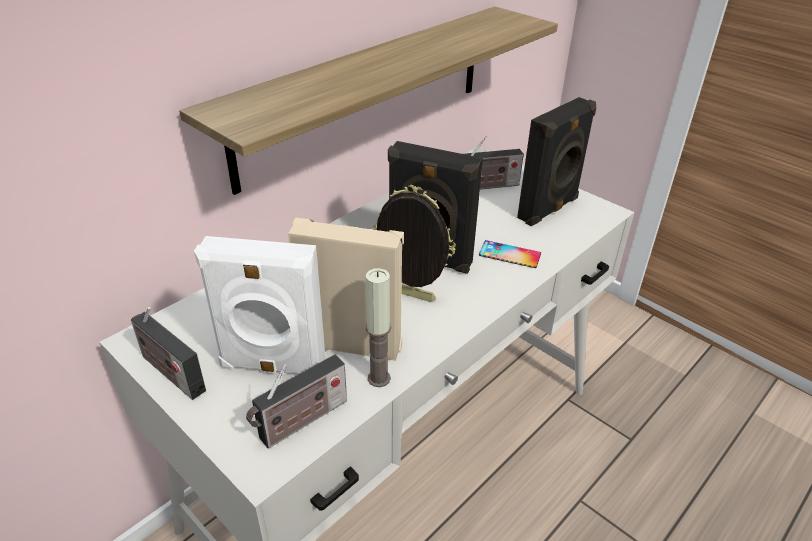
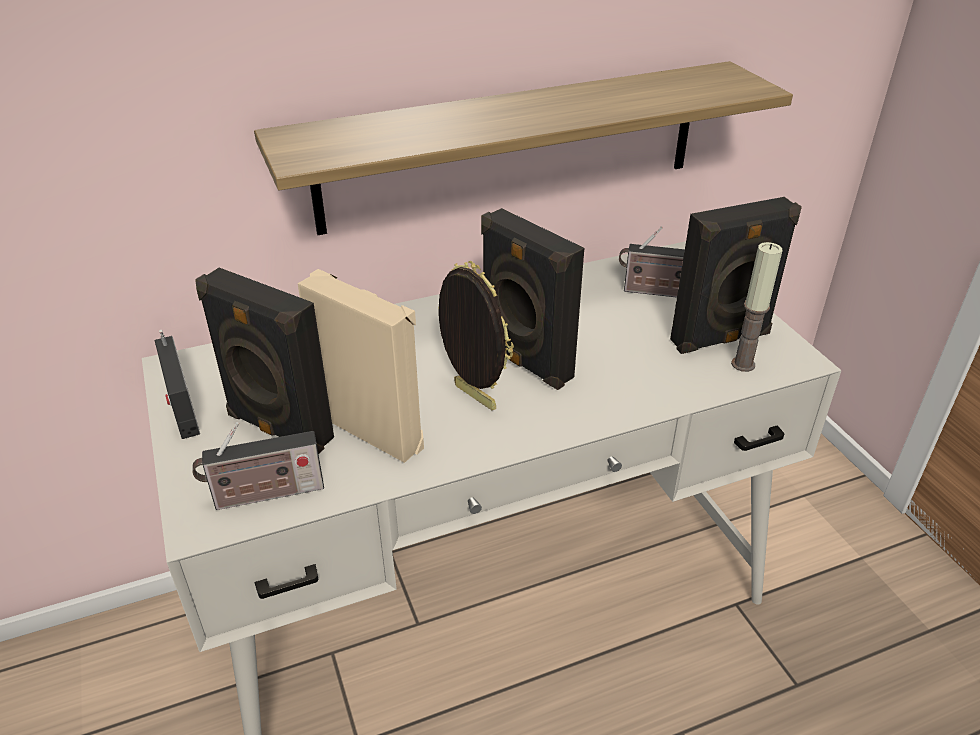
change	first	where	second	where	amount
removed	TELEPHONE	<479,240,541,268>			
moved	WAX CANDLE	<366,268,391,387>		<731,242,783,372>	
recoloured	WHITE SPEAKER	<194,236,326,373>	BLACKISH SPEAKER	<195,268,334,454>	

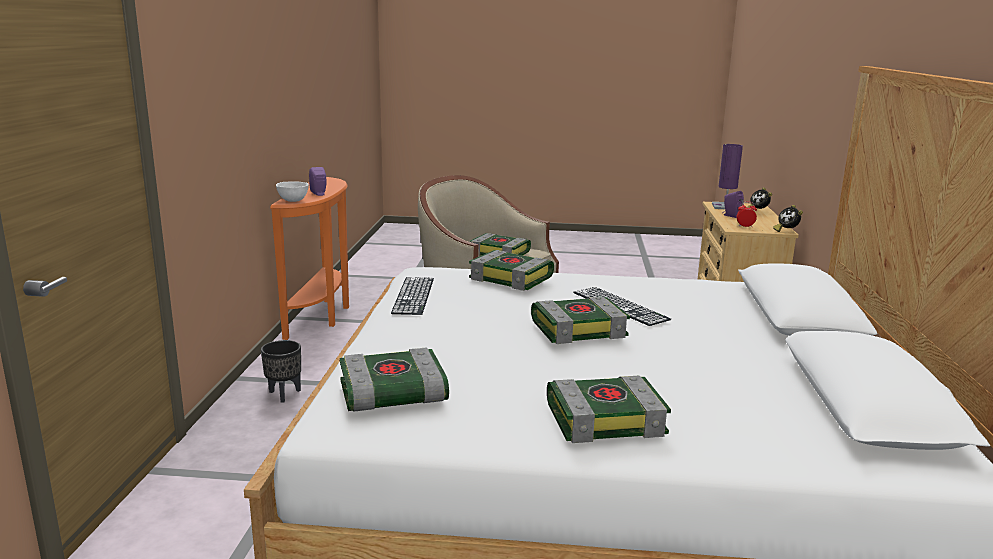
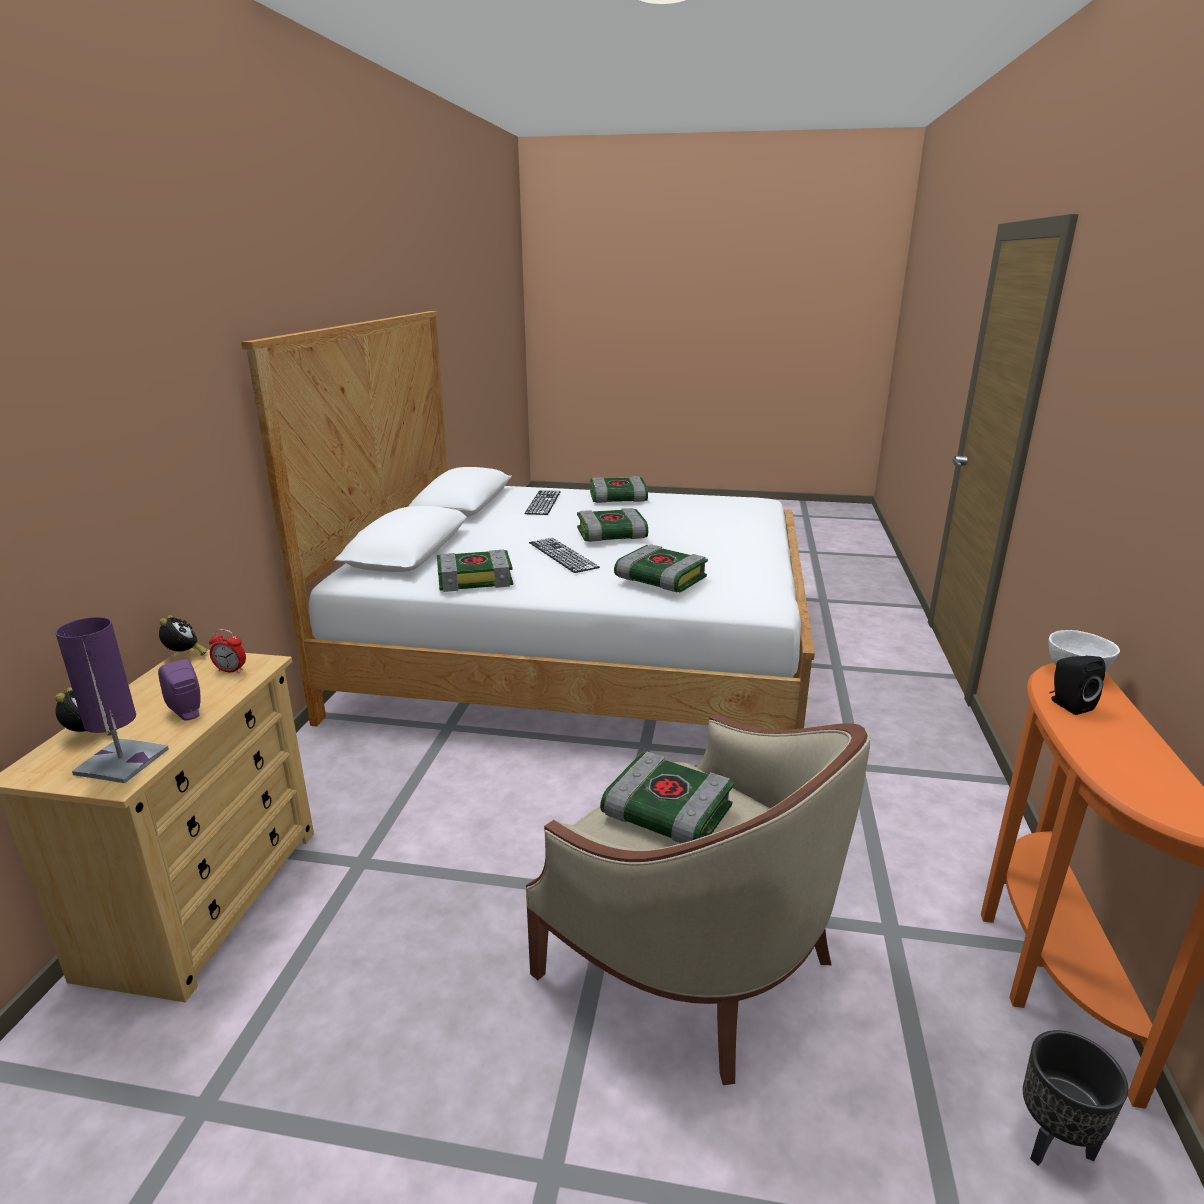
change	first	where	second	where	amount
moved	BLACKISH PLANT POT	<261,340,301,403>		<1023,1030,1129,1166>	
moved	BOUND BOOK	<340,347,449,412>		<437,550,513,592>	
moved	PC KEYBOARD	<391,277,434,315>		<524,490,561,515>	
recoloured	PURPLE-COLOURED SPEAKER	<309,167,327,196>	BLACKISH SPEAKER	<1049,656,1105,715>	

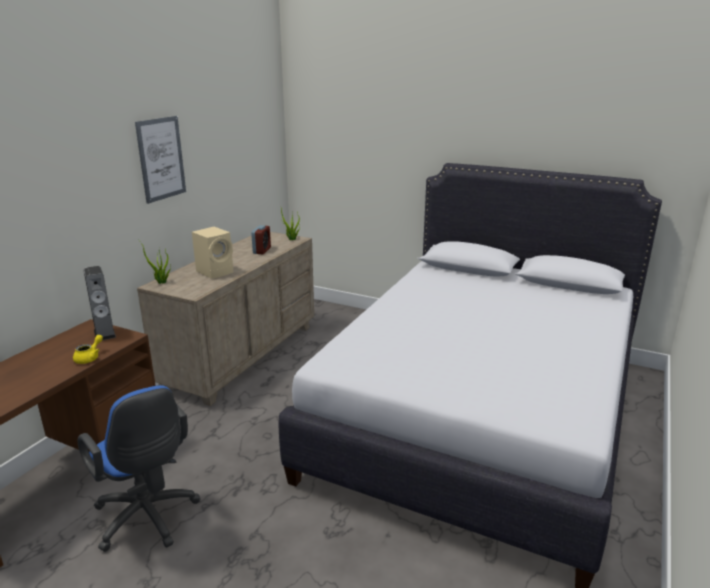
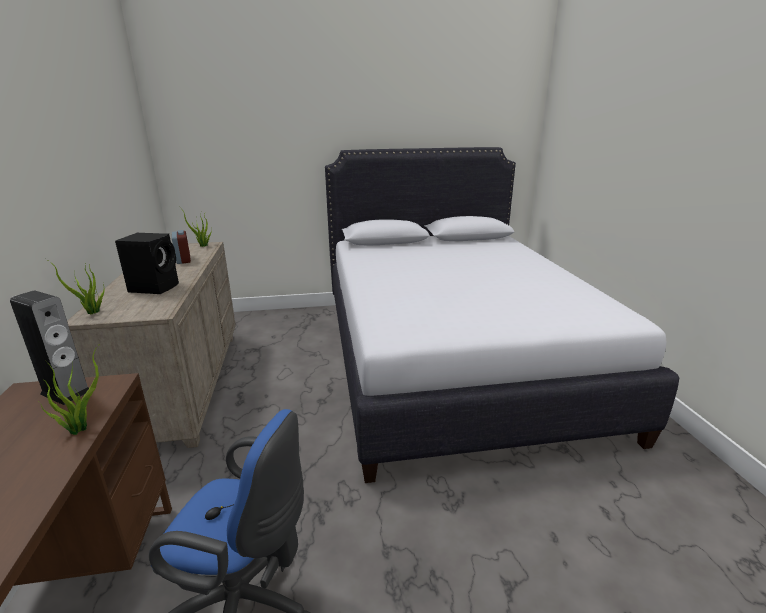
change	first	where	second	where	amount
removed	PICTURE	<135,116,186,204>			
replaced	YELLOW TEAPOT	<73,335,103,364>	HOUSEPLANT	<39,346,99,435>	
recoloured	SAND-COLOURED SPEAKER	<192,227,233,279>	BLACKISH SPEAKER	<115,233,179,294>	

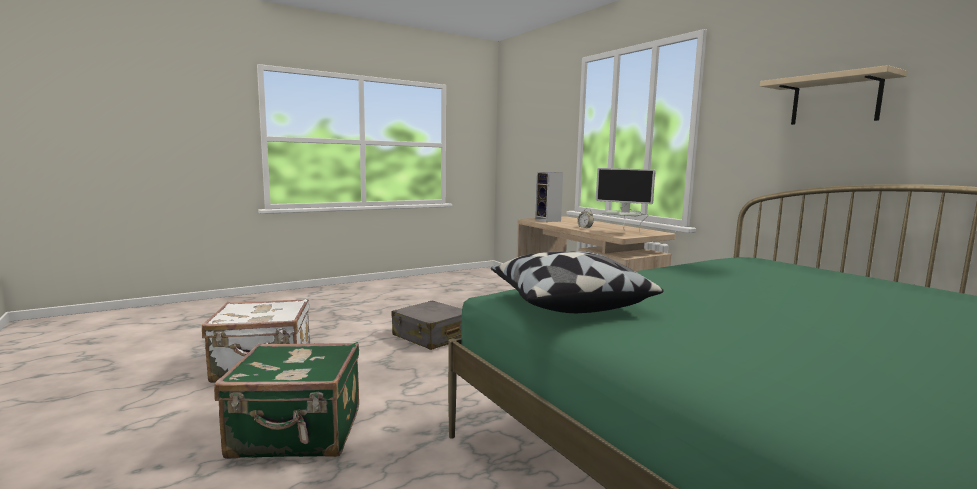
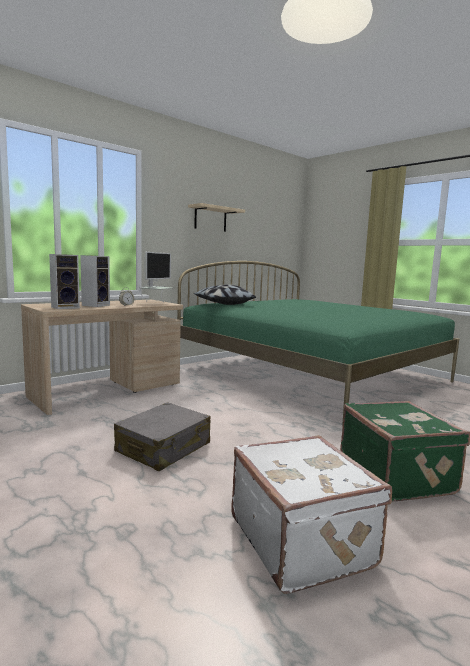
change	first	where	second	where	amount
added			SPEAKER	<80,255,110,307>	
moved	THROW PILLOW	<491,251,663,313>		<194,284,256,305>	

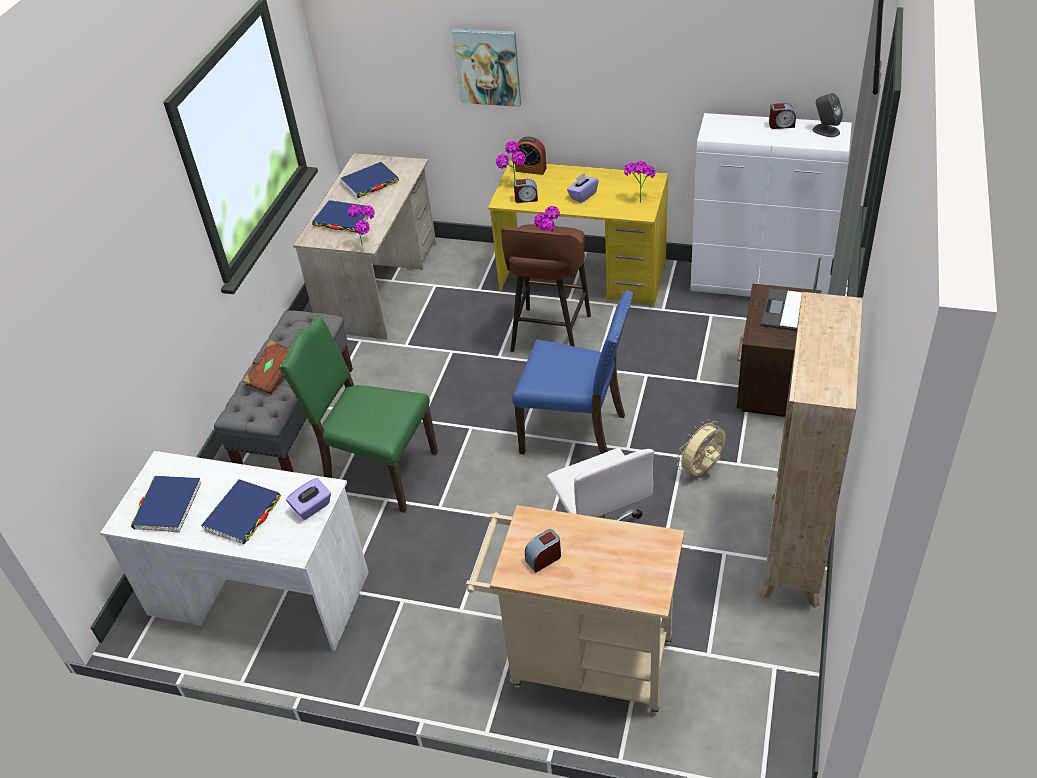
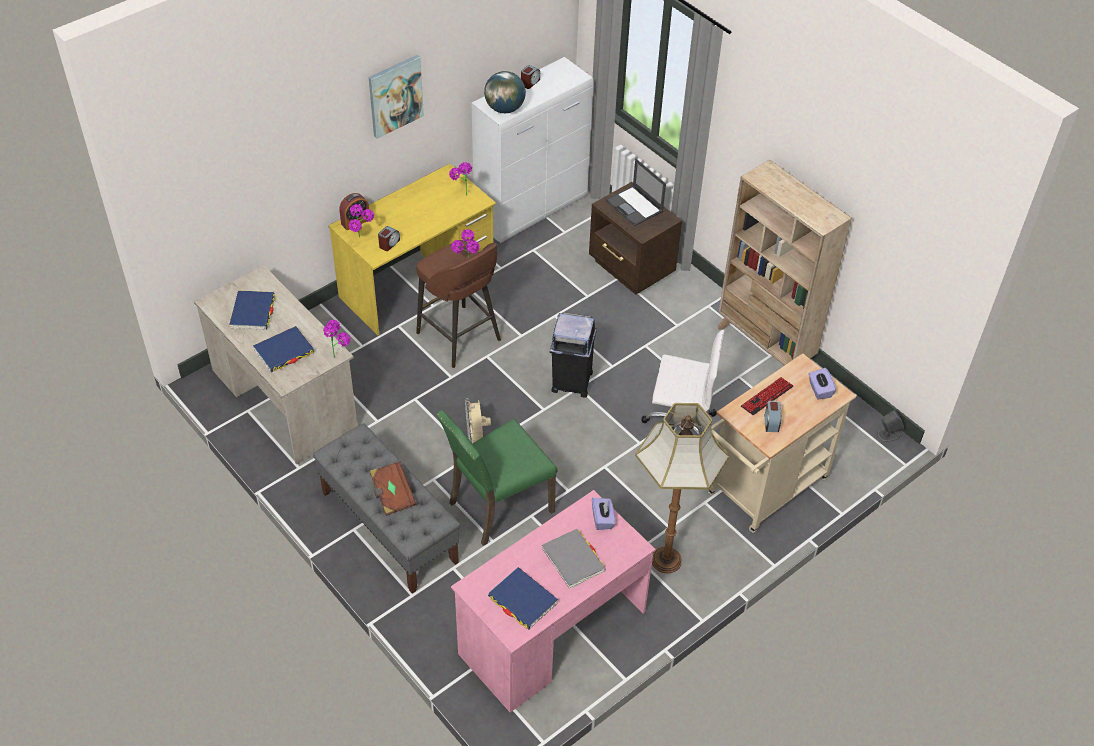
change	first	where	second	where	amount
added			WORLD GLOBE	<484,71,526,113>	
added			FLOOR LAMP	<636,403,729,574>	
added			PC KEYBOARD	<741,377,793,415>	
moved	PICTURE	<452,29,521,107>		<369,55,424,139>	
moved	PURPLE-COLOURED TISSUE HOLDER	<567,173,599,203>		<809,368,836,400>	
moved	SAND-COLOURED ELECTRIC FAN	<677,419,726,476>		<465,398,491,444>	
moved	GRAY SPEAKER	<813,93,843,137>		<877,410,904,442>	
replaced	BLUE PLAIN CHAIR	<512,290,634,455>	BLACKISH RUBBISH BIN	<550,312,597,397>	
recoloured	WHITE DESK UNIT	<100,451,369,651>	PINK-COLOURED DESK UNIT	<451,490,656,713>	
recoloured	BLUE BOUND BOOK	<201,479,281,544>	GRAY BOUND BOOK	<542,529,606,589>	

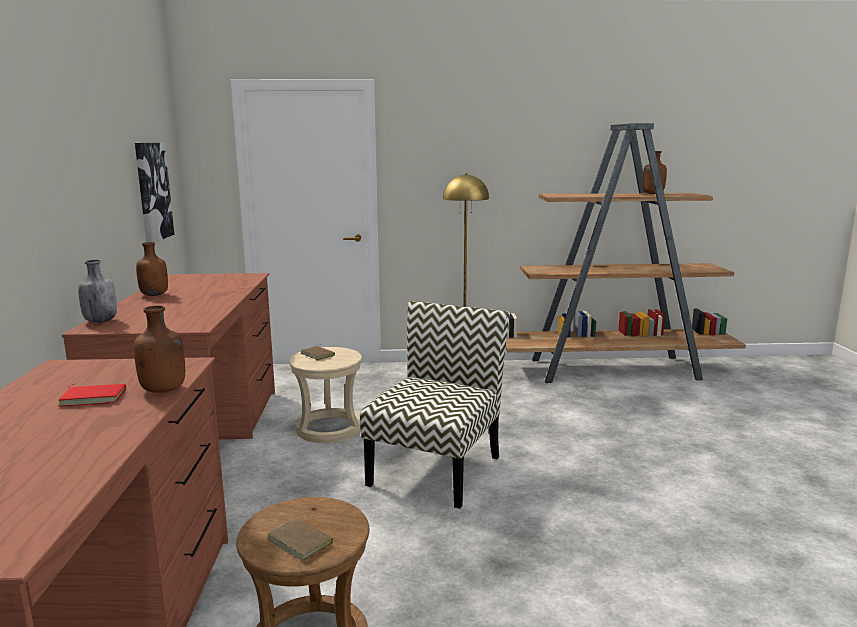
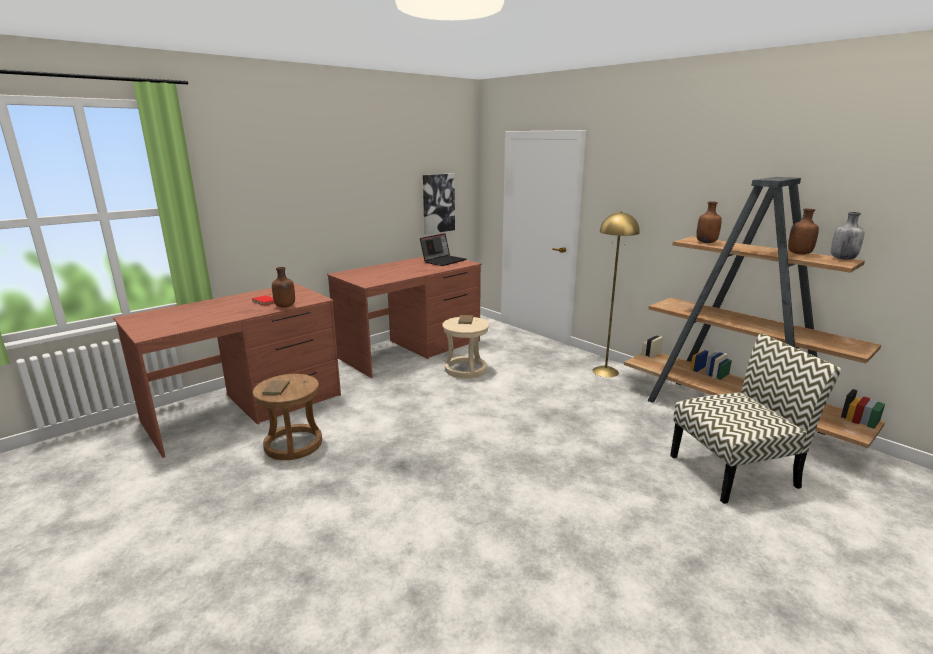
change	first	where	second	where	amount
added			PORTABLE COMPUTER	<420,233,466,266>	
moved	GRAY DRINK BOTTLE	<78,260,117,323>		<831,212,864,260>	
moved	BROWNISH DRINK BOTTLE	<136,242,168,296>		<696,202,722,243>	
moved	PLAIN CHAIR	<360,301,510,509>		<670,334,841,504>	

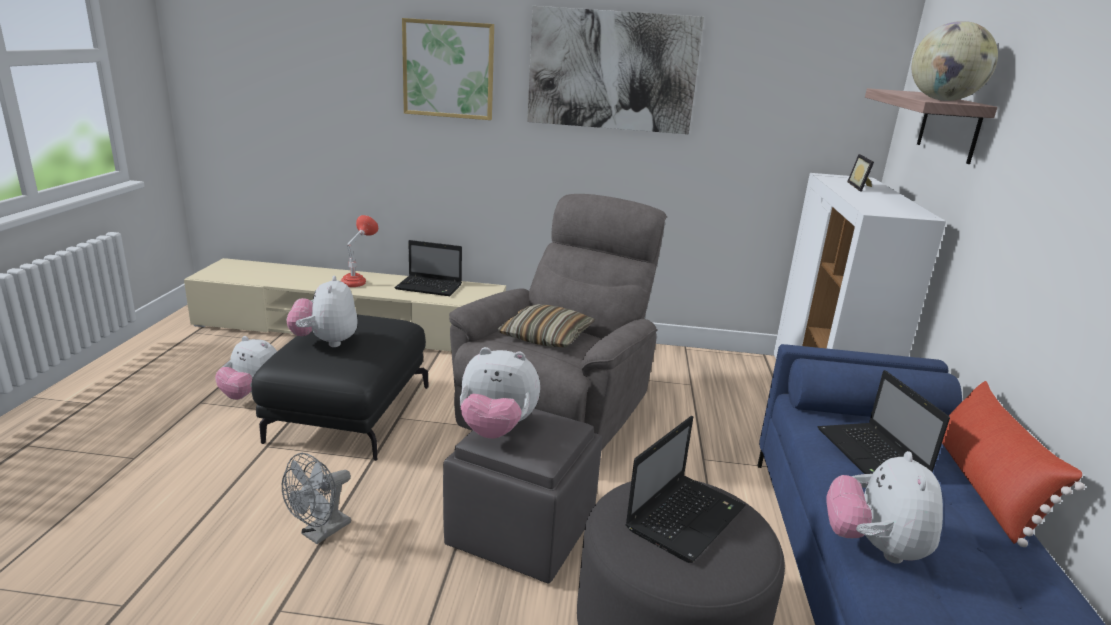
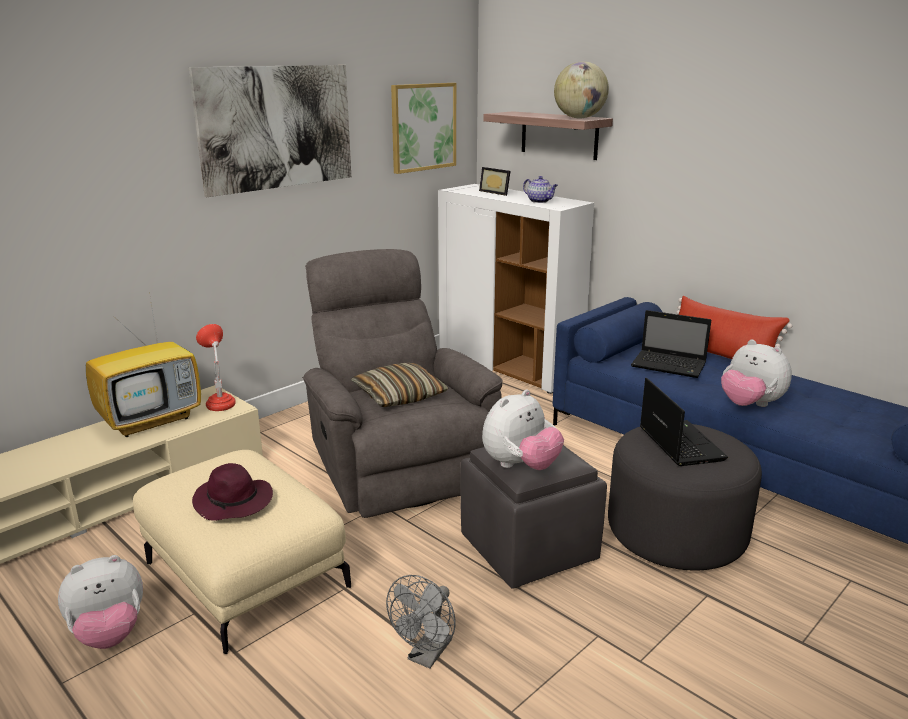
change	first	where	second	where	amount
added			TEAPOT	<523,176,558,203>	
moved	RED-COLOURED TABLETOP LAMP	<341,215,378,287>		<196,324,236,411>	
moved	PICTURE	<402,18,494,120>		<391,83,456,174>	
replaced	SOFT TOY	<287,276,358,347>	PURPLE-COLOURED WEARABLE HAT	<192,463,273,521>	
replaced	PORTABLE COMPUTER	<395,240,462,296>	TELEVISION	<86,299,201,437>	
recoloured	BLACKISH OTTOMAN	<252,314,429,461>	SAND-COLOURED OTTOMAN	<133,450,351,654>	
turned	GRAY ELECTRIC FAN	<282,453,351,544>		<386,575,455,669>	45 degrees clockwise

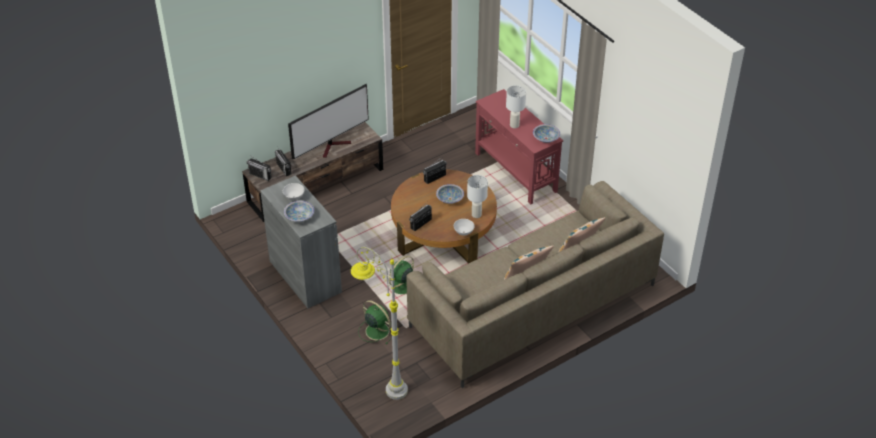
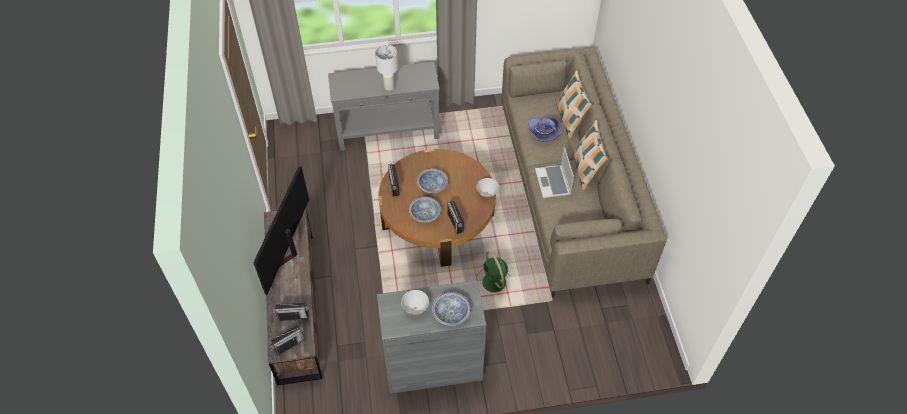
change	first	where	second	where	amount
removed	GRAY FLOOR LAMP	<351,247,408,400>			
removed	GREEN-COLOURED ELECTRIC FAN	<358,300,392,344>			
removed	WHITE TABLETOP LAMP	<467,175,488,218>			
added			PURPLE-COLOURED WEARABLE HAT	<529,118,561,142>	
added			PORTABLE COMPUTER	<535,147,574,198>	
moved	BOWL	<533,124,560,143>		<409,197,441,222>	
recoloured	RED-COLOURED CONSOLE TABLE	<475,89,563,205>	GRAY CONSOLE TABLE	<328,62,440,151>	
turned	TELEVISION	<288,84,369,159>		<253,166,309,295>	150 degrees counterclockwise

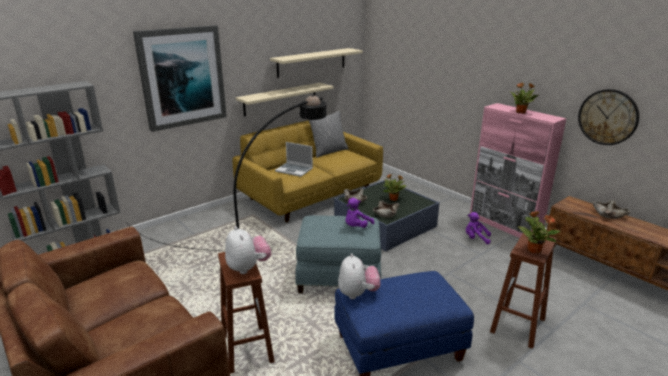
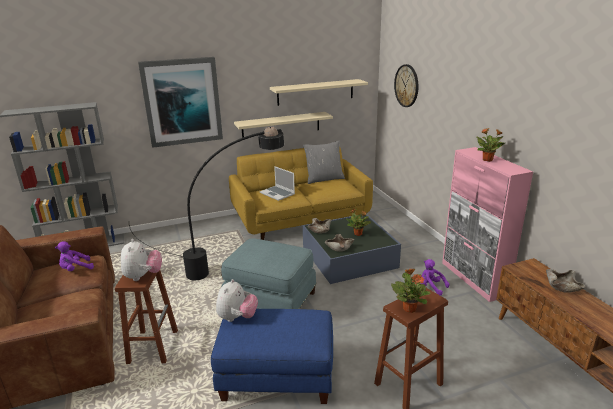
change	first	where	second	where	amount
moved	PURPLE-COLOURED SOFT TOY	<346,198,374,228>		<55,241,94,271>	
moved	HANGING CLOCK	<578,89,639,145>		<394,64,418,107>	

